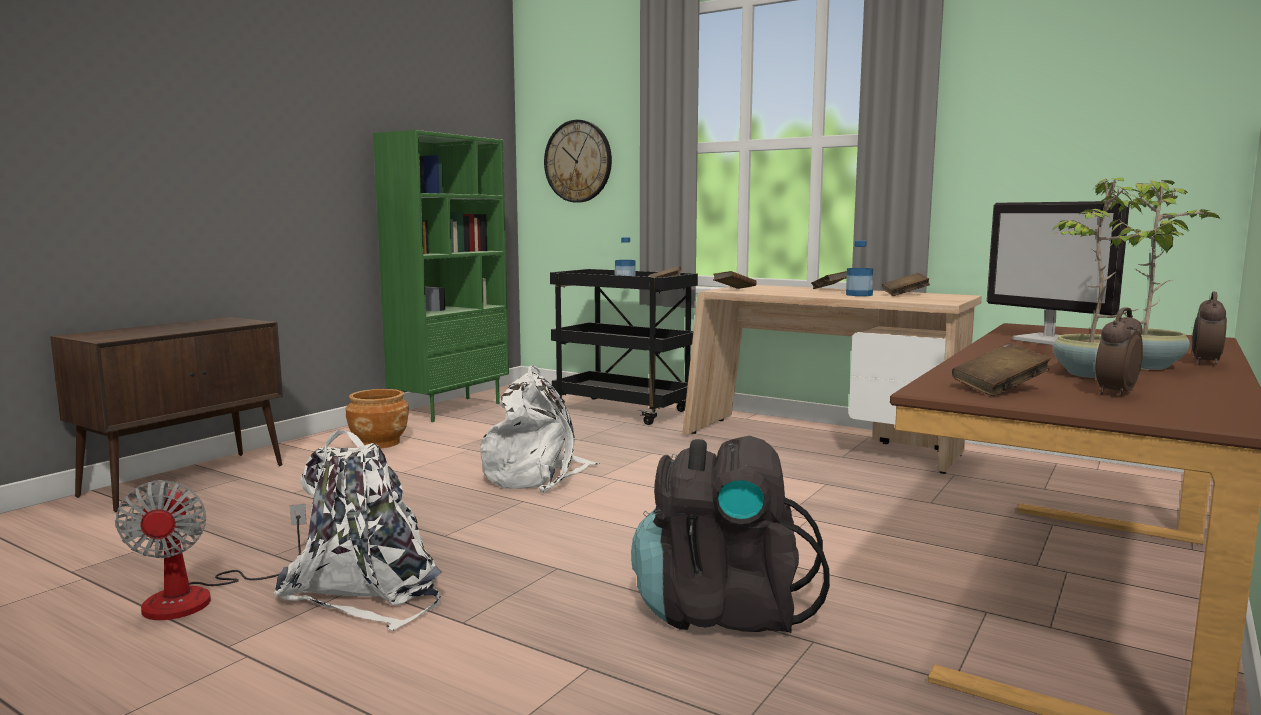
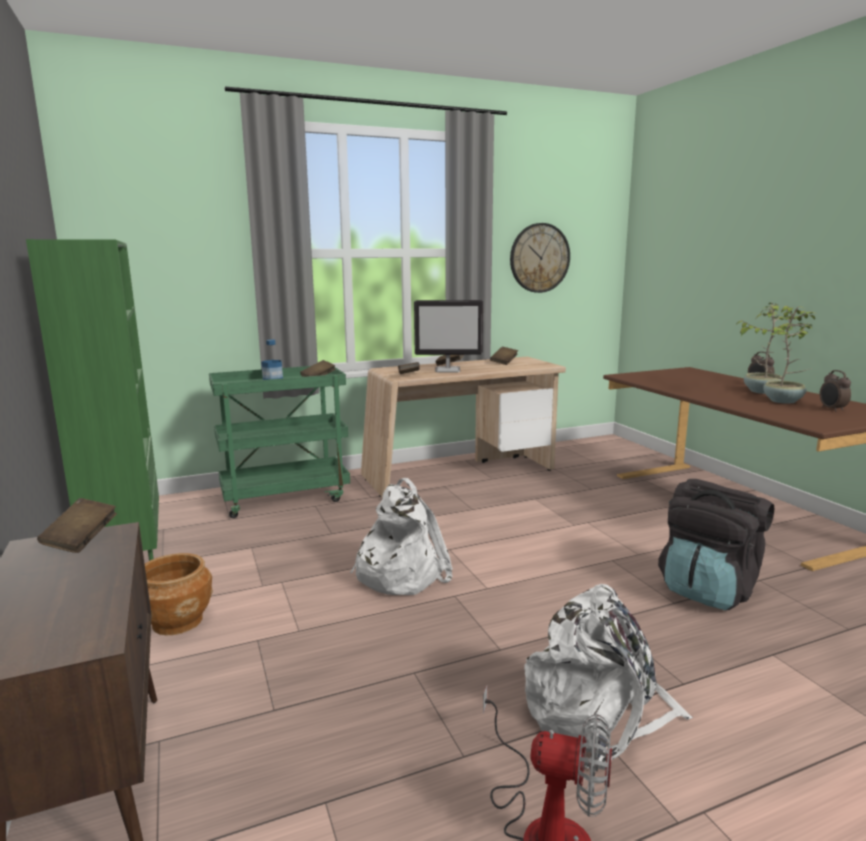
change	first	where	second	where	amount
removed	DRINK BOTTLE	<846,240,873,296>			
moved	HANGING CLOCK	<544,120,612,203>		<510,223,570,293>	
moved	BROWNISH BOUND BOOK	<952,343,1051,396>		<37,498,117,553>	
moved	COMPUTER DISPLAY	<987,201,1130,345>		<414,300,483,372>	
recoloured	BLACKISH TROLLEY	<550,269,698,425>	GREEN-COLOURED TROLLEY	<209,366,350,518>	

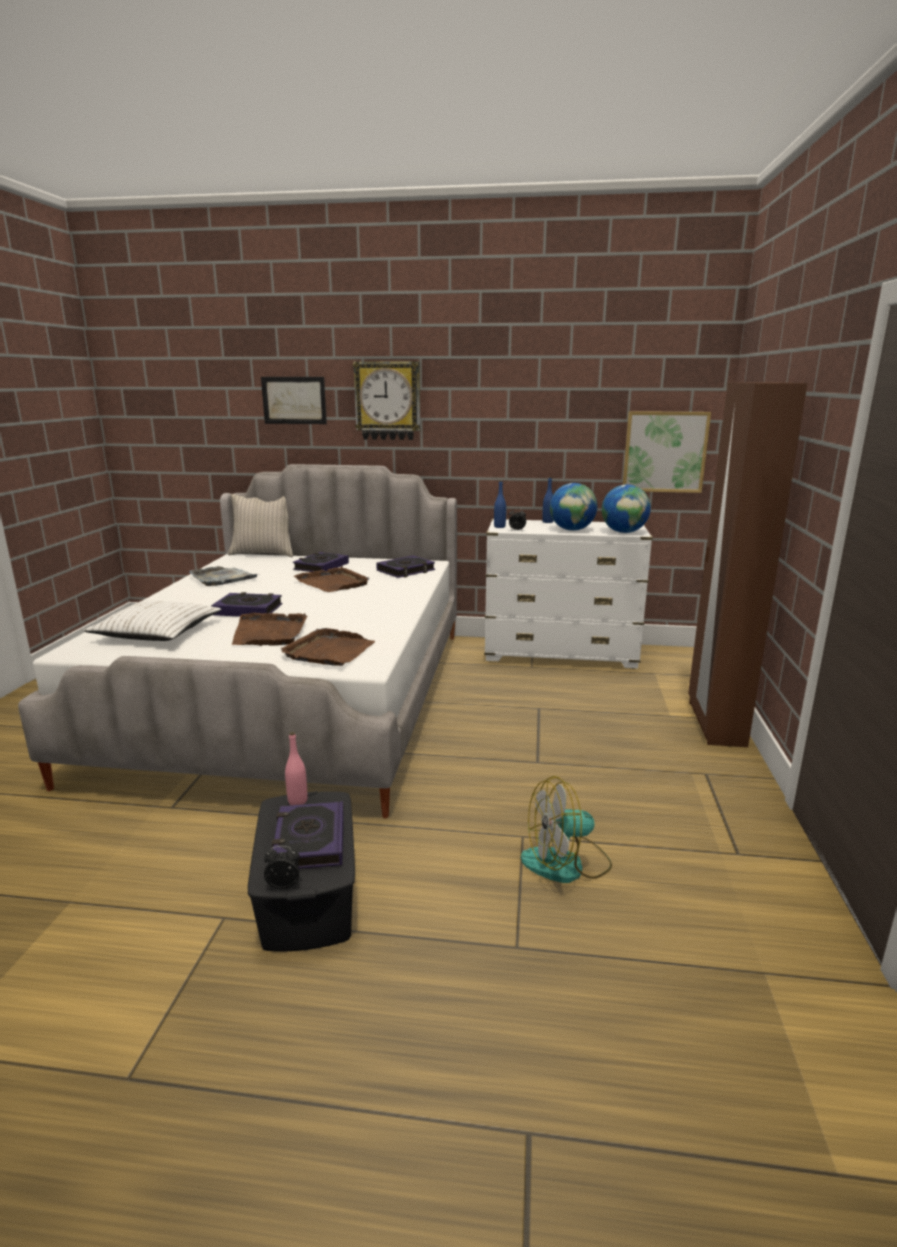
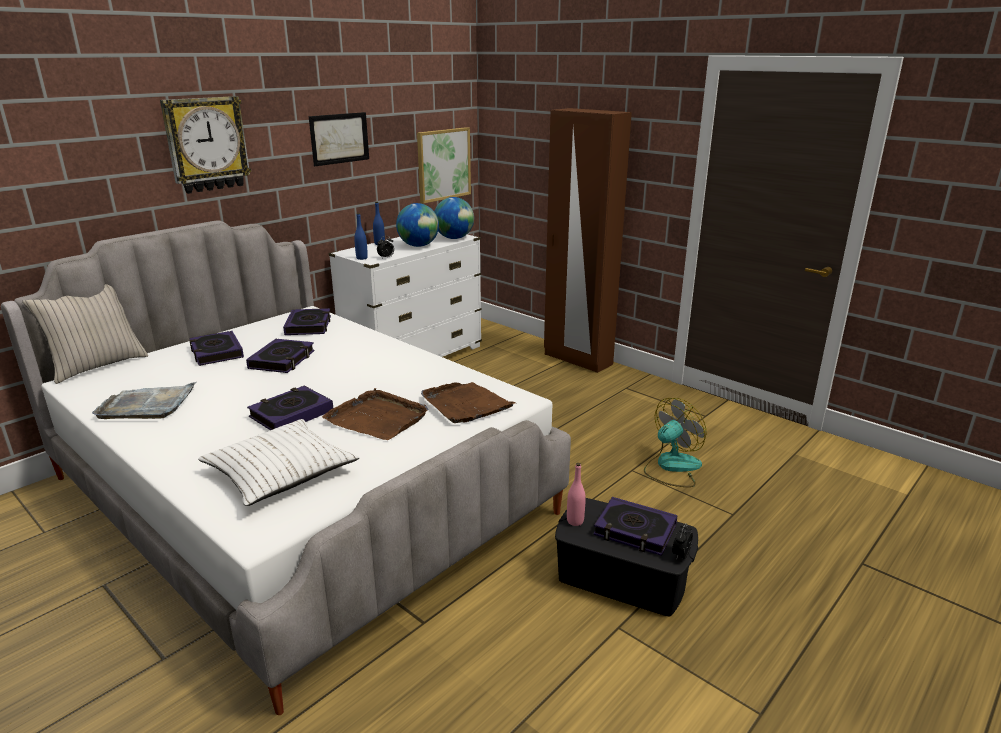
change	first	where	second	where	amount
moved	PICTURE	<261,377,327,424>		<309,112,369,166>	
replaced	BROWNISH CARRYING TRAY	<294,566,369,592>	BOUND BOOK	<246,339,315,373>	
turned	ELECTRIC FAN	<521,776,612,883>		<644,398,706,487>	150 degrees counterclockwise

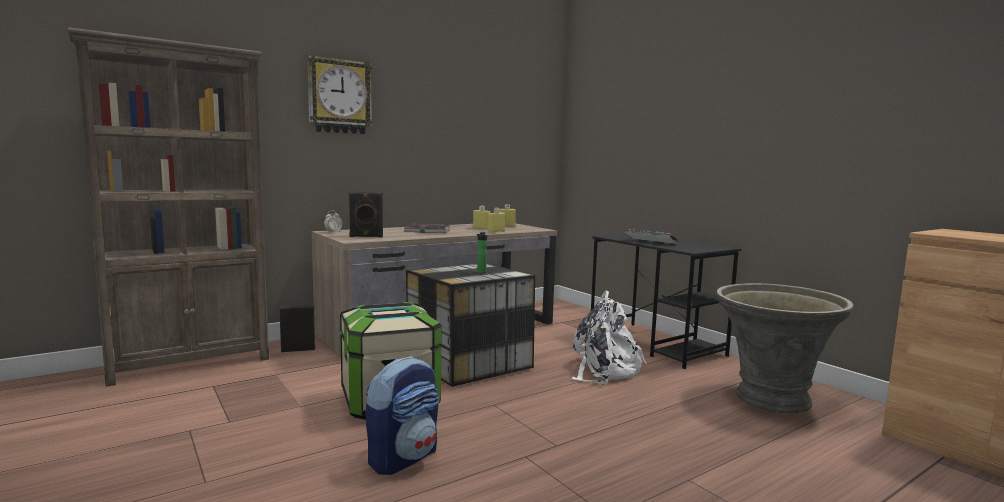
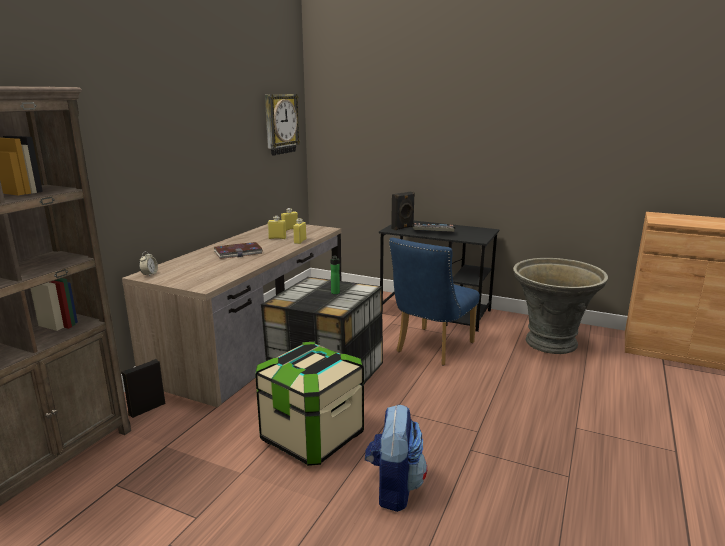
change	first	where	second	where	amount
moved	HANGING CLOCK	<307,55,373,134>		<265,94,300,155>	
moved	BLACKISH SPEAKER	<349,191,383,237>		<391,192,415,230>	
replaced	WHITE BACKPACK	<572,291,647,384>	BLUE PLAIN CHAIR	<389,237,480,366>	

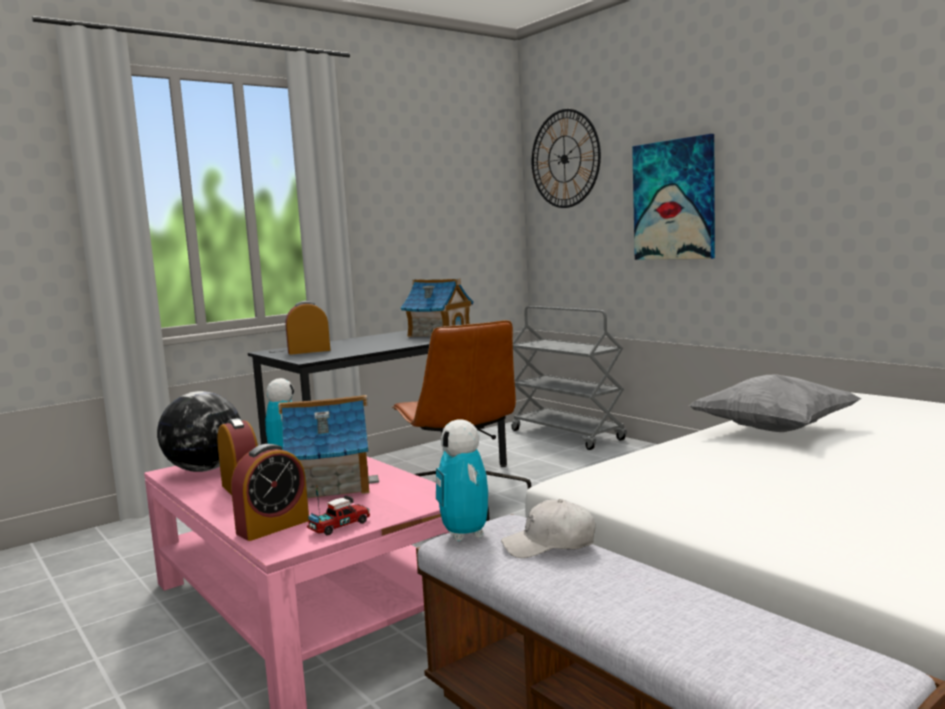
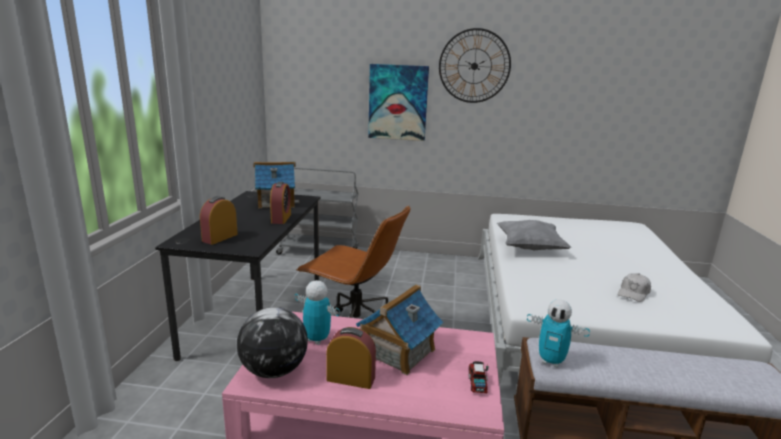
change	first	where	second	where	amount
moved	ALARM CLOCK	<231,444,309,541>		<270,182,291,224>	
moved	WHITE BASEBALL CAP	<501,499,595,558>		<618,273,651,302>	
moved	HANGING CLOCK	<532,109,601,208>		<439,28,511,103>	

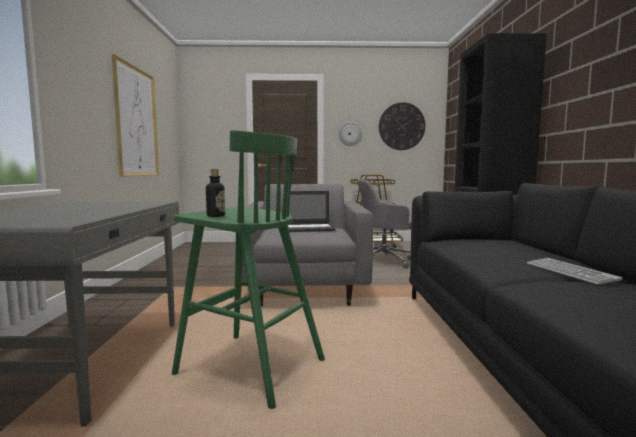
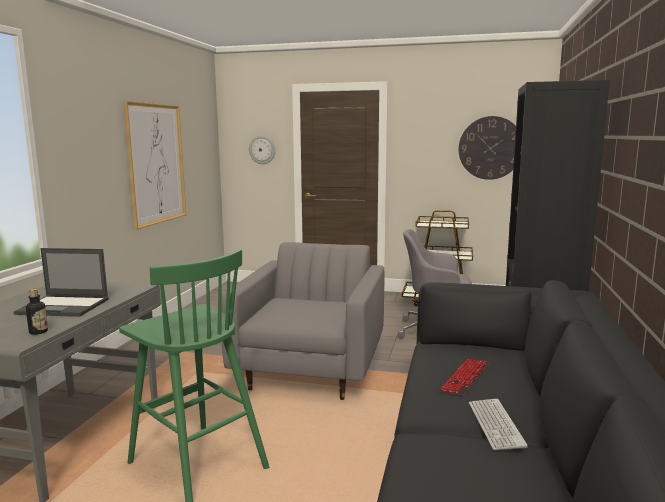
change	first	where	second	where	amount
added			PC KEYBOARD	<440,359,488,395>	
moved	DRINK BOTTLE	<206,169,225,217>		<26,289,48,335>	
moved	PORTABLE COMPUTER	<287,191,336,232>		<14,248,109,317>	
moved	HANGING CLOCK	<339,122,362,146>		<249,135,276,164>	

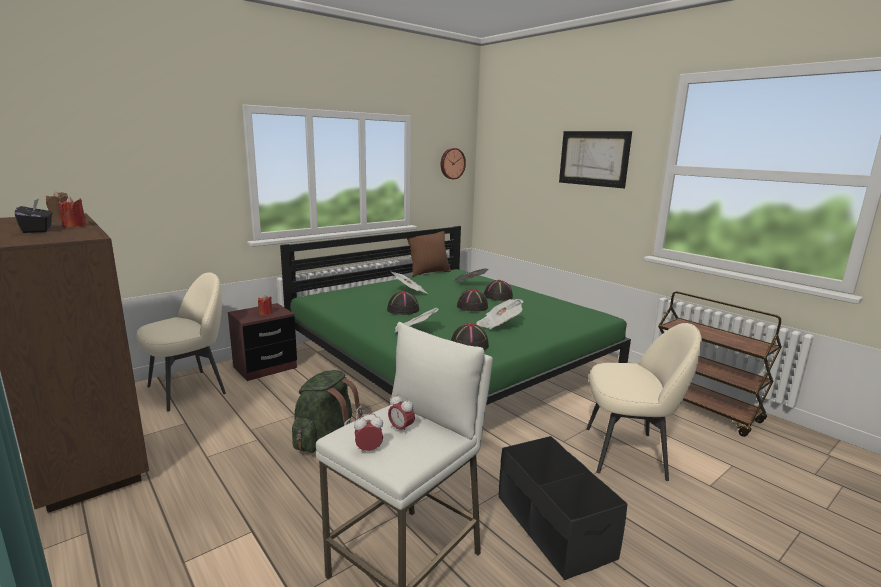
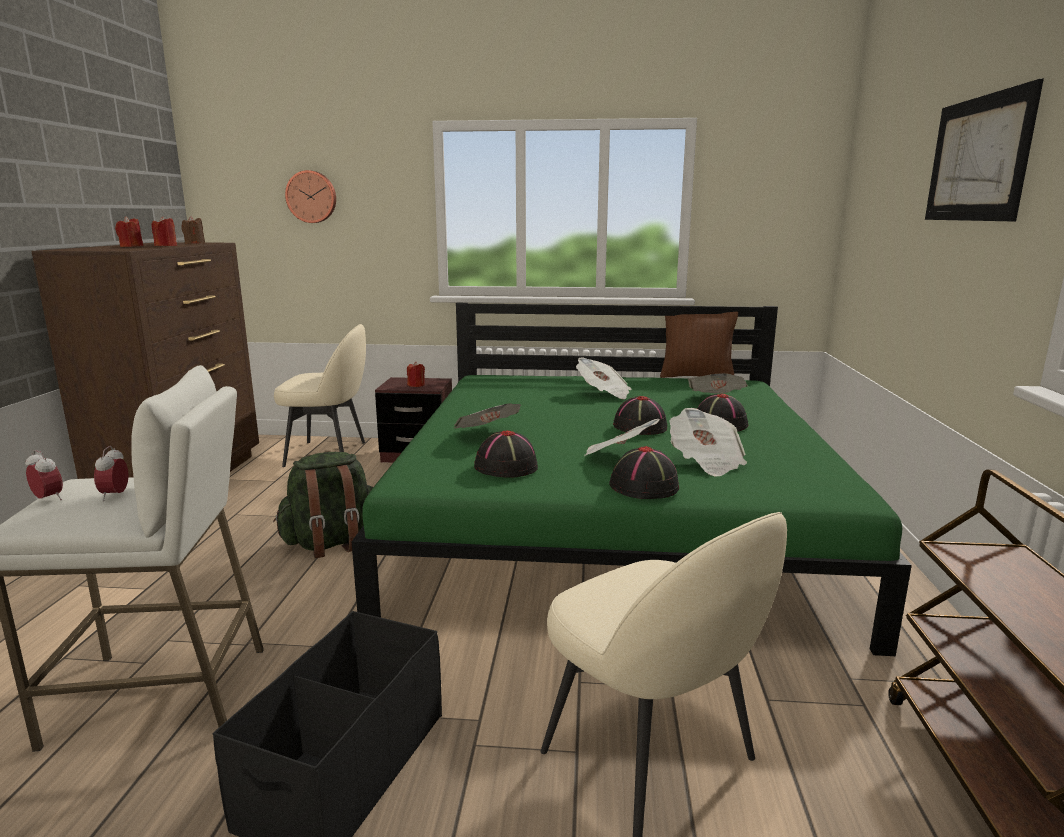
change	first	where	second	where	amount
added			PRINTED PAPER	<669,408,747,477>	
moved	BLACKISH WEARABLE HAT	<387,291,419,315>		<609,446,679,499>	
moved	HANGING CLOCK	<441,148,466,179>		<285,170,336,223>	
replaced	BLACKISH TISSUE HOLDER	<15,199,52,233>	RED-COLOURED WAX CANDLE	<115,216,143,247>	

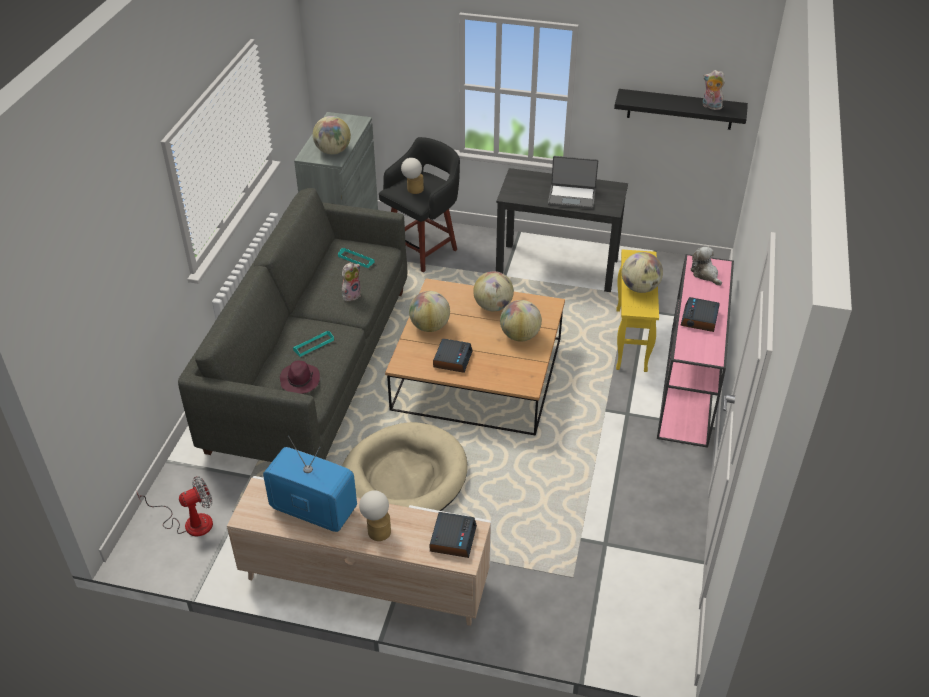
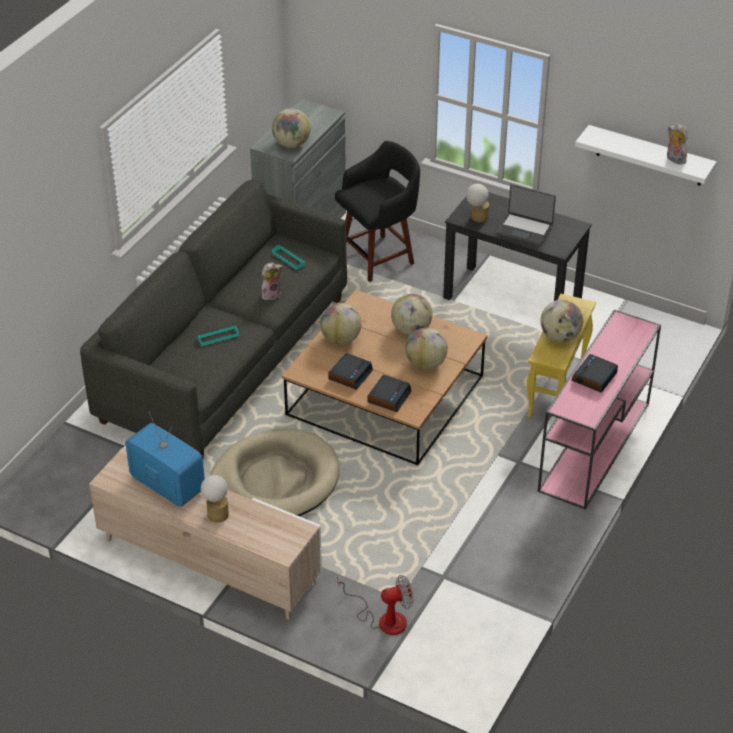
change	first	where	second	where	amount
removed	PURPLE-COLOURED WEARABLE HAT	<280,360,320,394>			
removed	SOFT TOY	<691,247,722,285>			
moved	ELECTRIC FAN	<137,476,213,536>		<337,575,414,635>	
moved	TABLETOP LAMP	<401,158,424,194>		<466,184,489,222>	
moved	ALARM CLOCK	<430,512,477,558>		<368,375,412,412>	
recoloured	BLACKISH BRACKET SHELF	<614,89,748,130>	WHITE BRACKET SHELF	<575,125,717,186>	

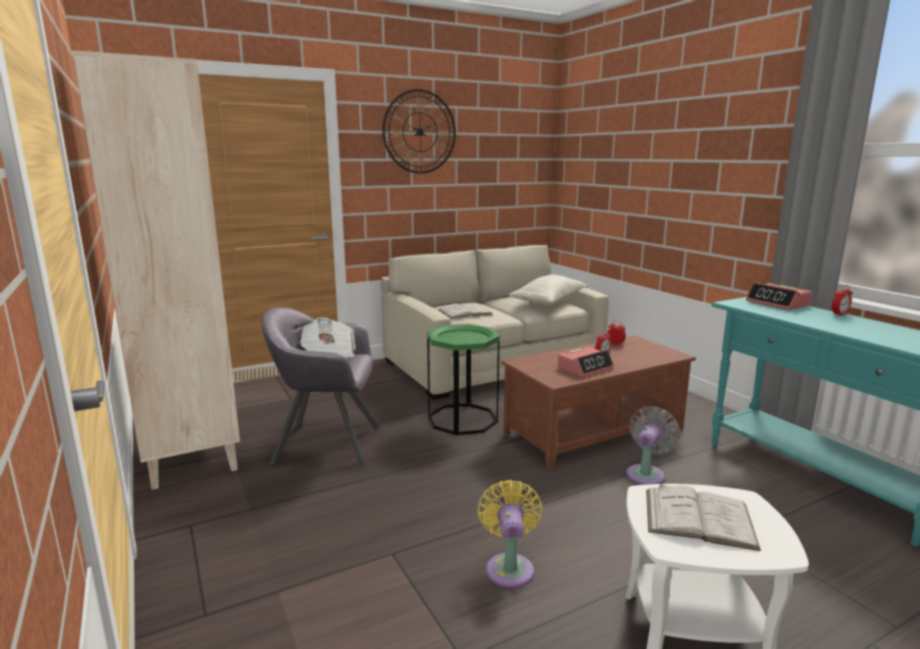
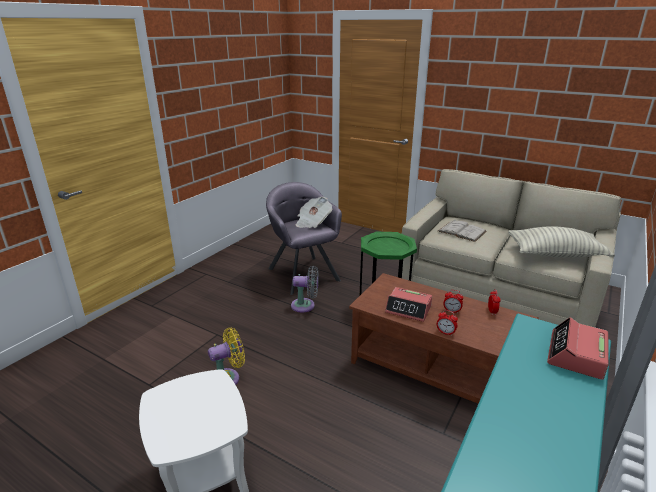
change	first	where	second	where	amount
removed	SAND-COLOURED BOOKSHELF	<72,50,240,490>			
removed	HANGING CLOCK	<382,89,456,174>			
removed	WHITE BOUND BOOK	<646,484,761,551>			
moved	GRAY ELECTRIC FAN	<626,406,681,485>		<291,266,319,313>	
moved	ALARM CLOCK	<832,285,853,316>		<437,310,458,336>	

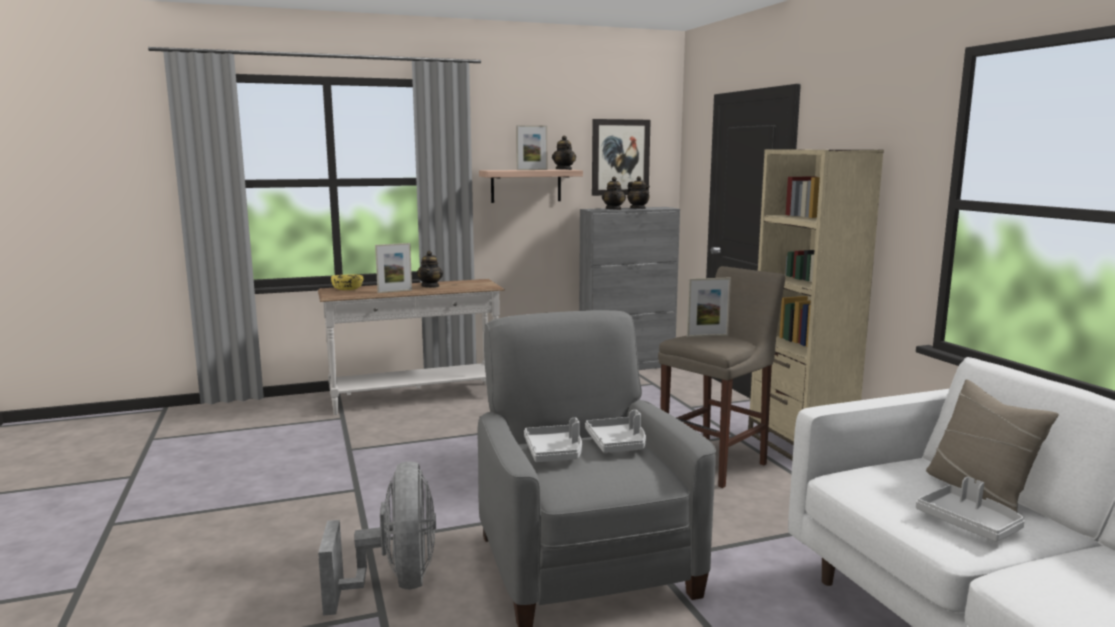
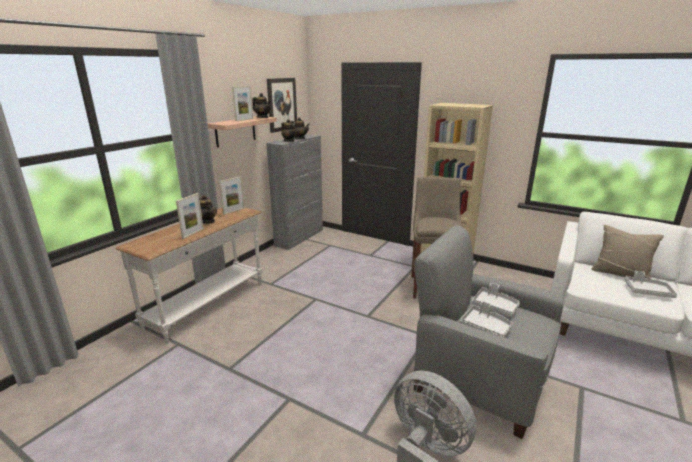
change	first	where	second	where	amount
removed	YELLOW BOWL	<331,274,363,290>			
moved	PICTURE FRAME	<687,278,731,337>		<219,176,245,215>	

